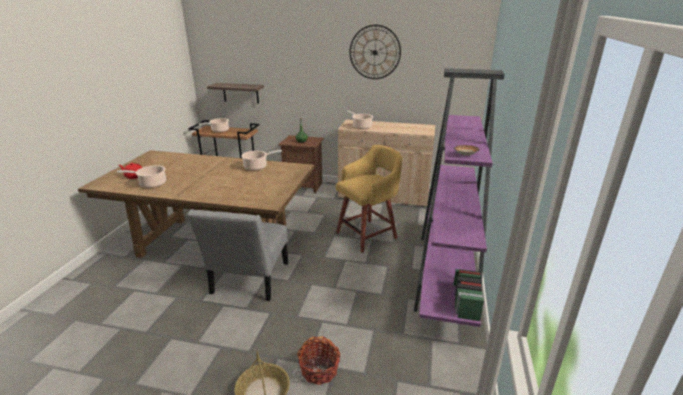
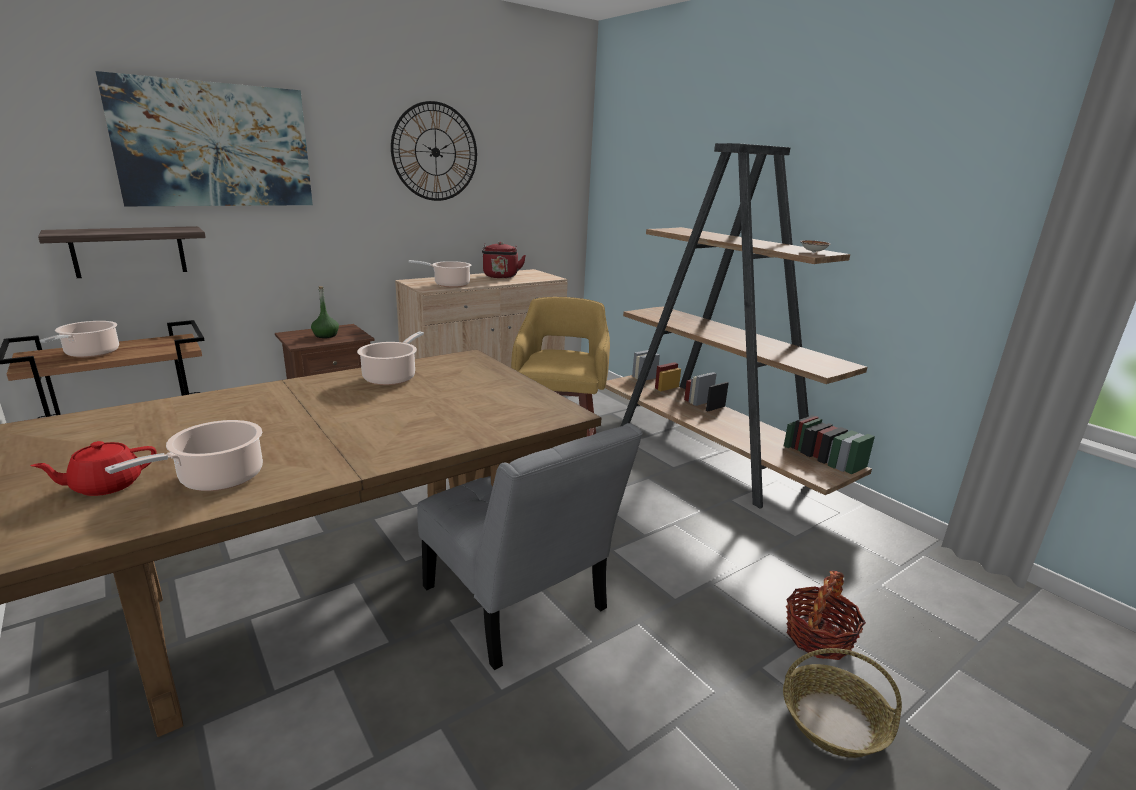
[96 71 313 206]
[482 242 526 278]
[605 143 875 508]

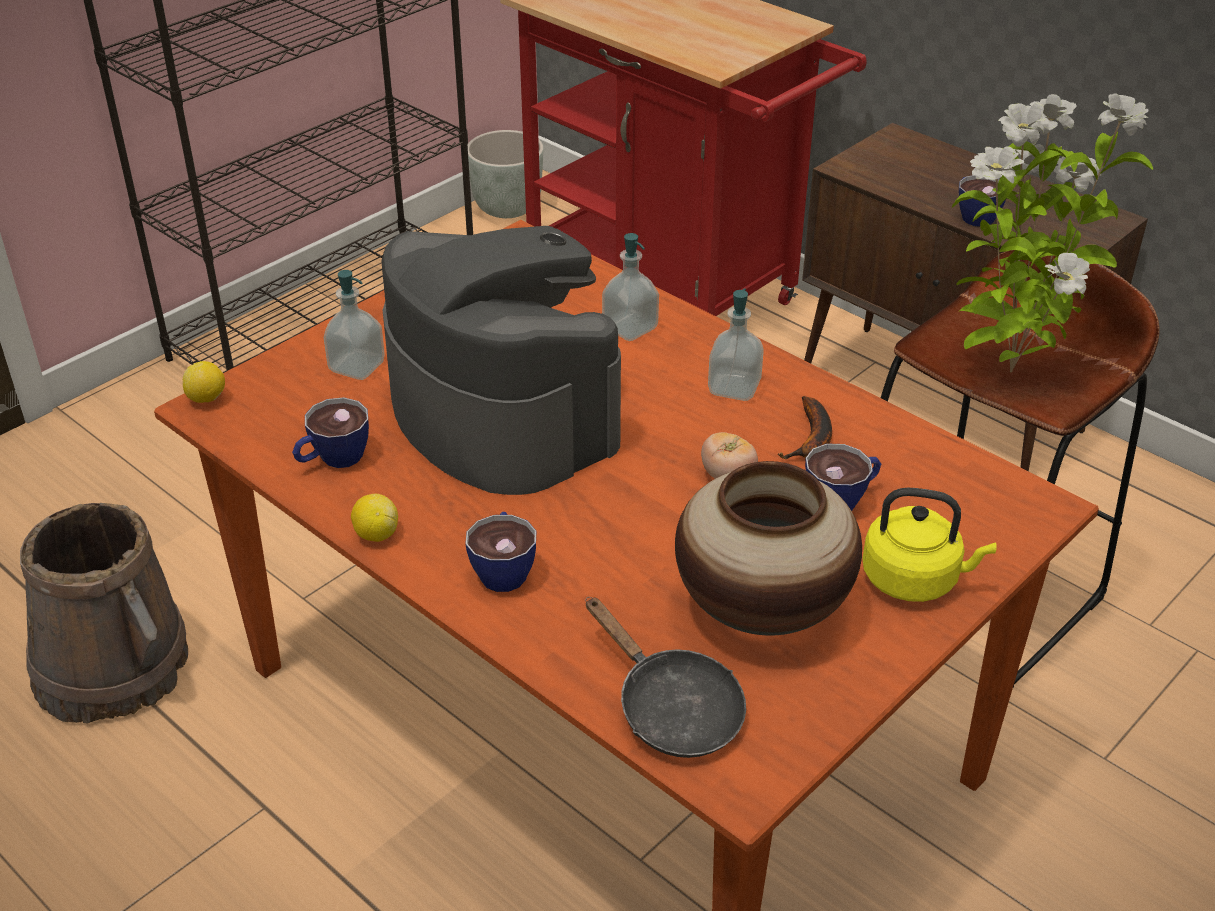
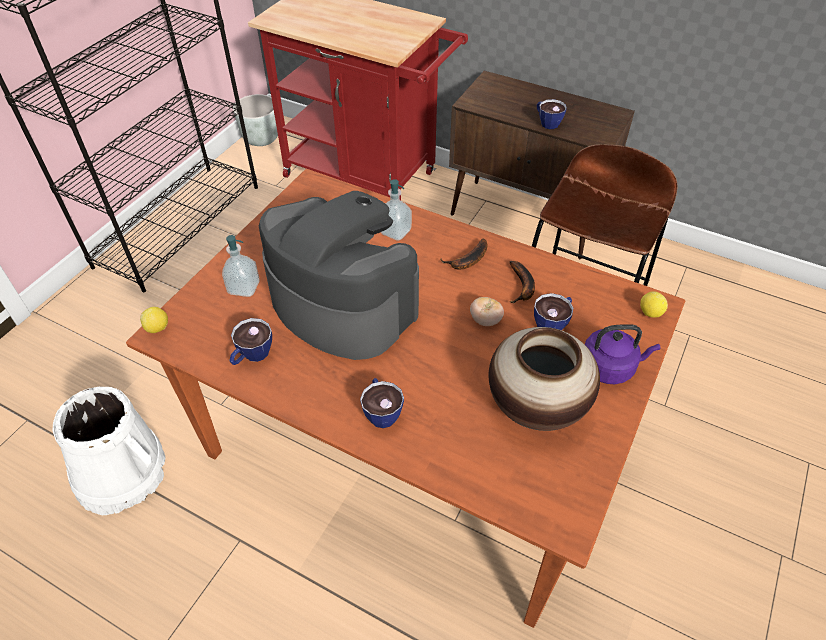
[586 597 746 758] (first image)
[952 93 1153 372] (first image)
[640 291 668 318]
[440 238 487 270]
[53 387 165 515]
[585 324 660 384]

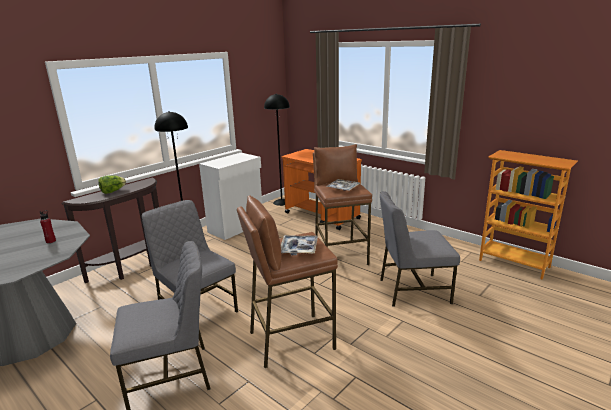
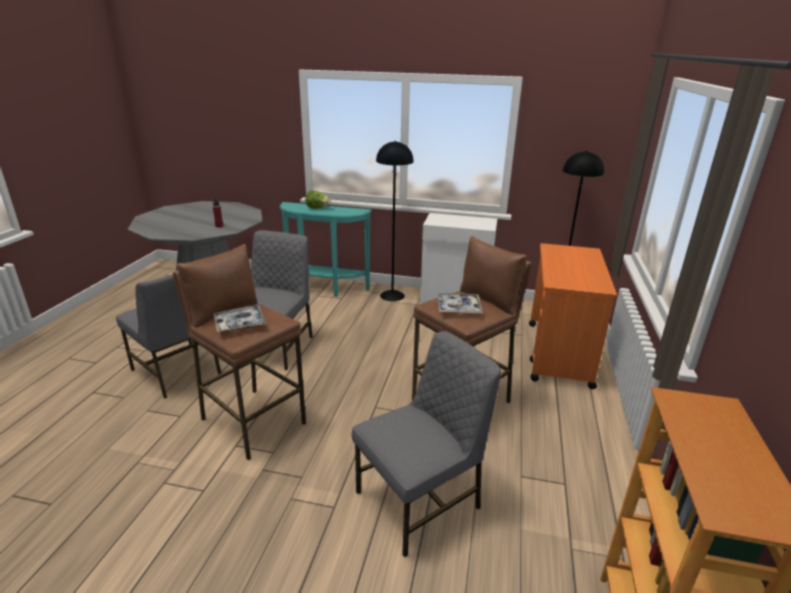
[280 202 372 297]
[351 331 501 558]

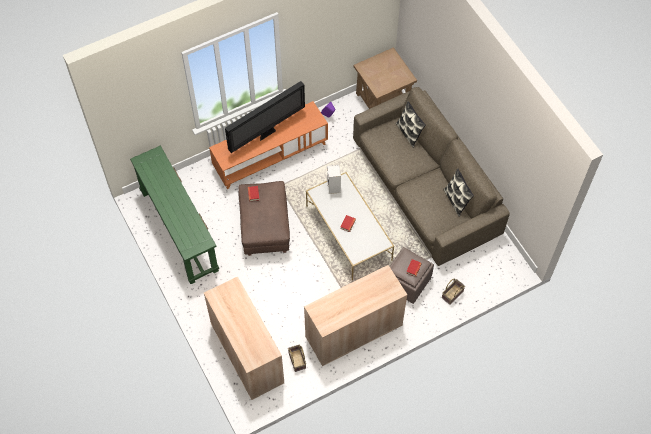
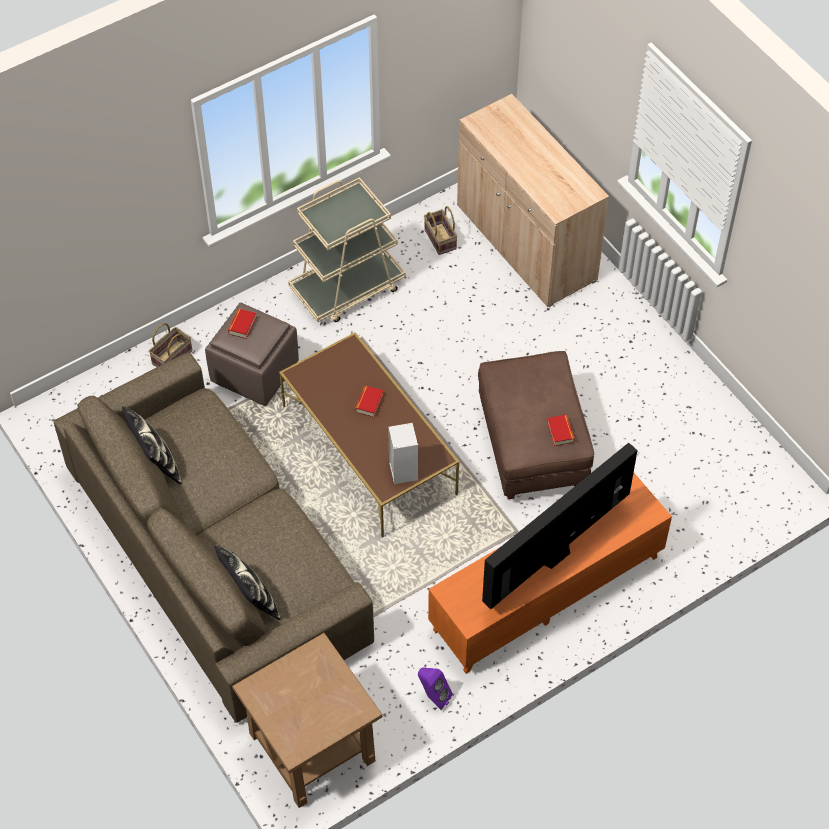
[130 146 219 284] (first image)
[288 177 406 322]
[279 332 459 538]

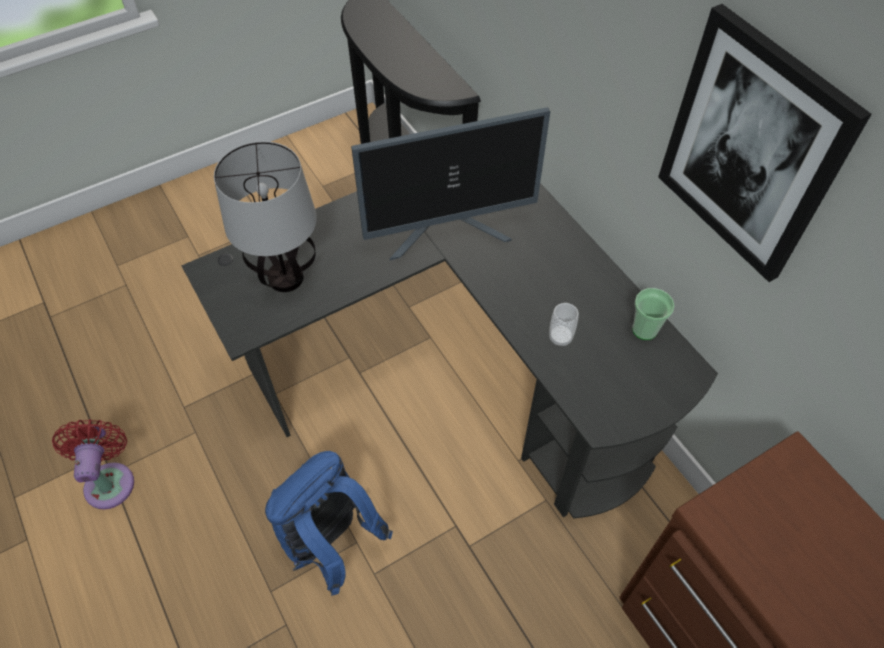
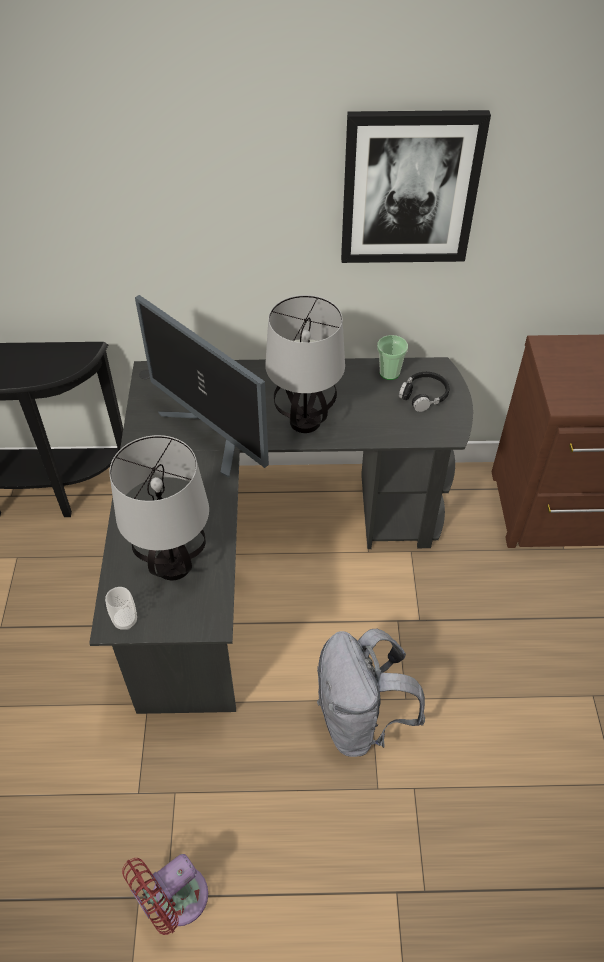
[265 295 345 433]
[399 372 449 412]
[105 587 137 630]
[317 629 425 757]
[122 854 208 935]
[135 295 269 478]

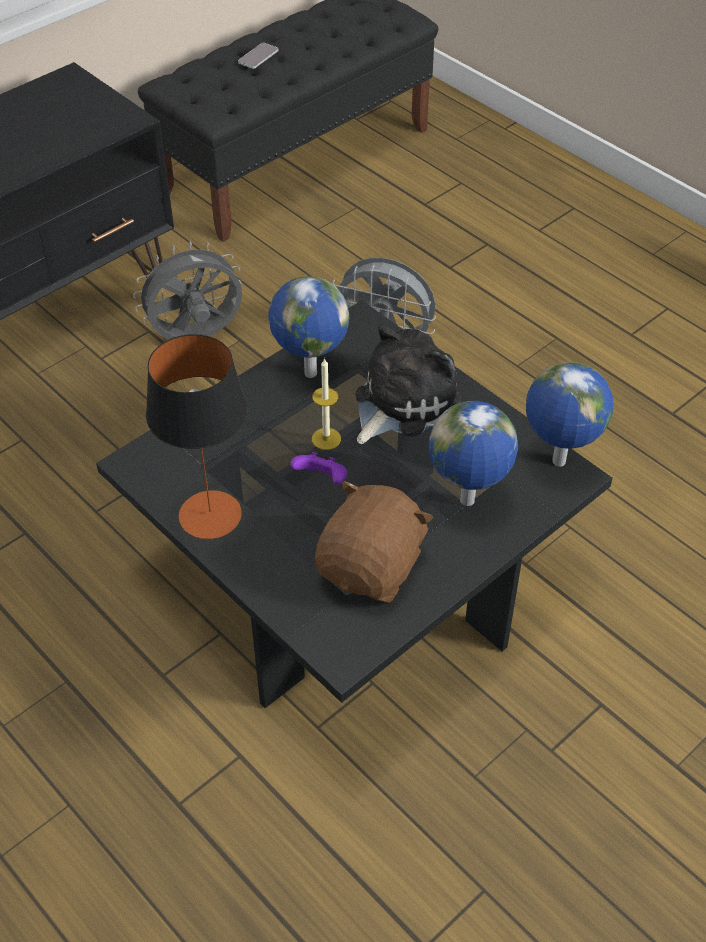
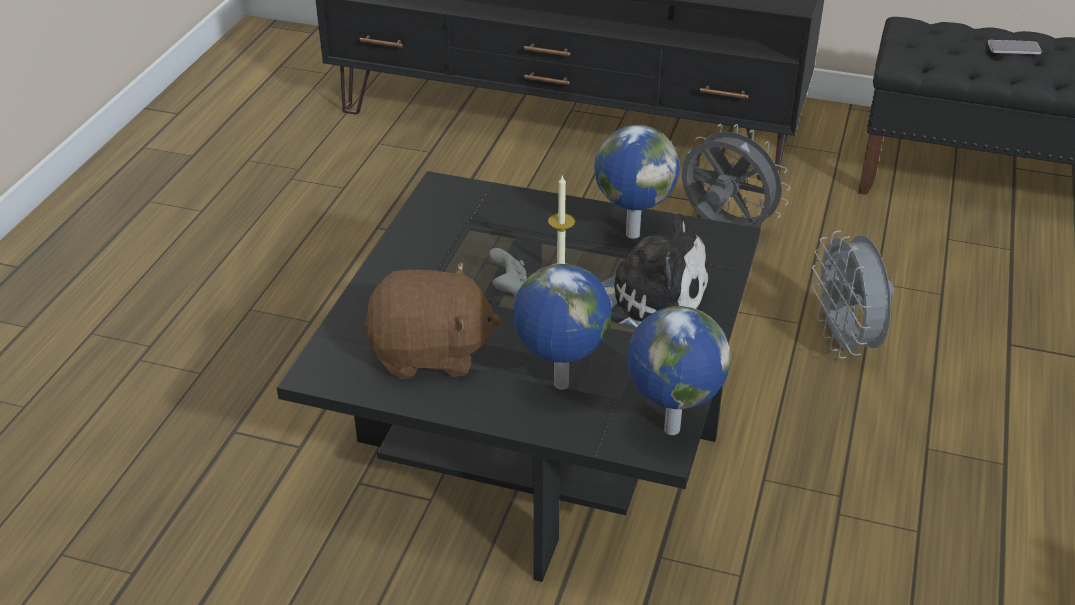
[146 334 247 539] (first image)
[489 248 527 297]

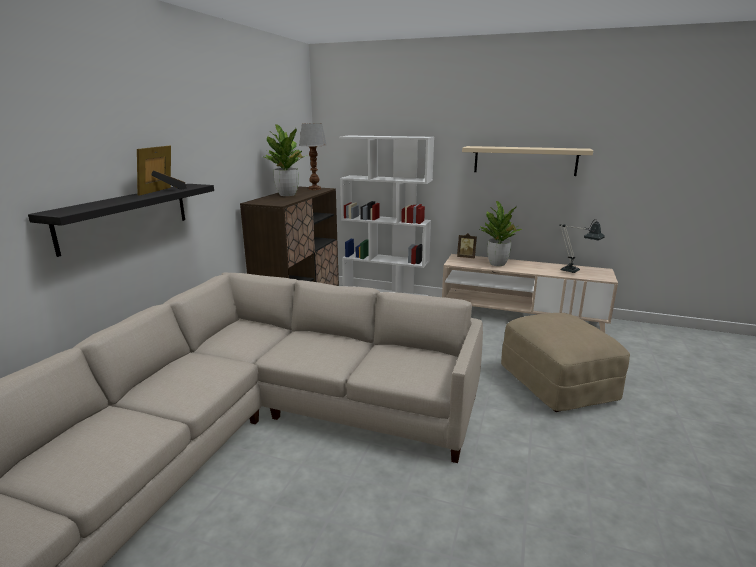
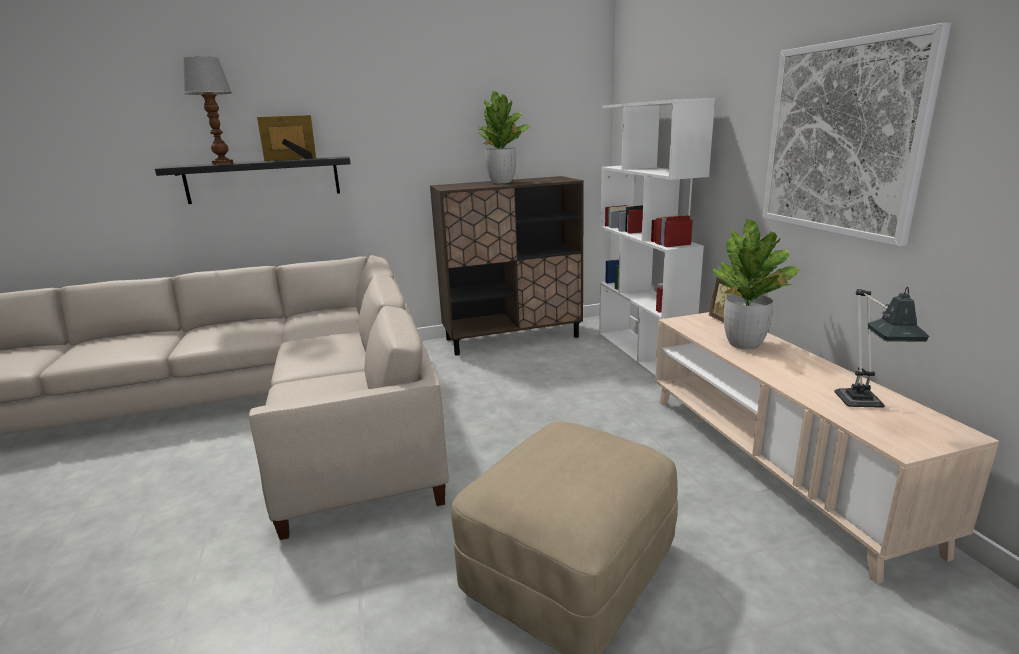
[183 56 234 165]
[762 23 951 246]

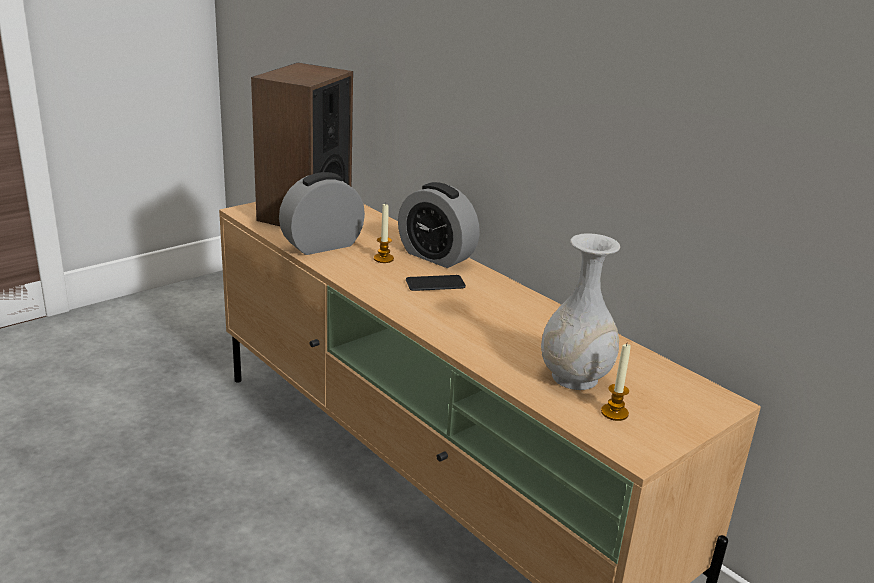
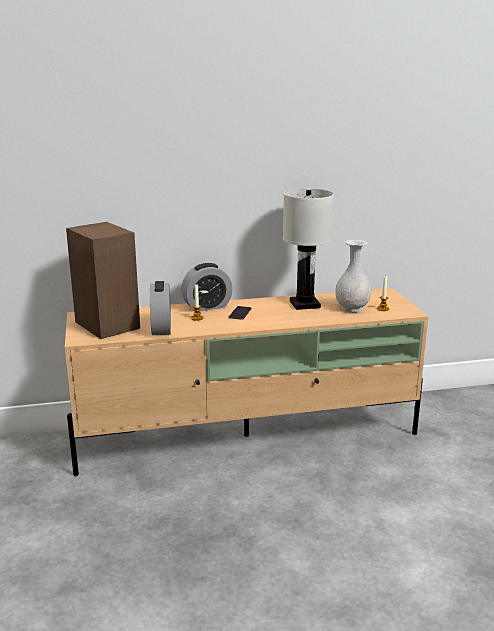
[283 189 334 310]

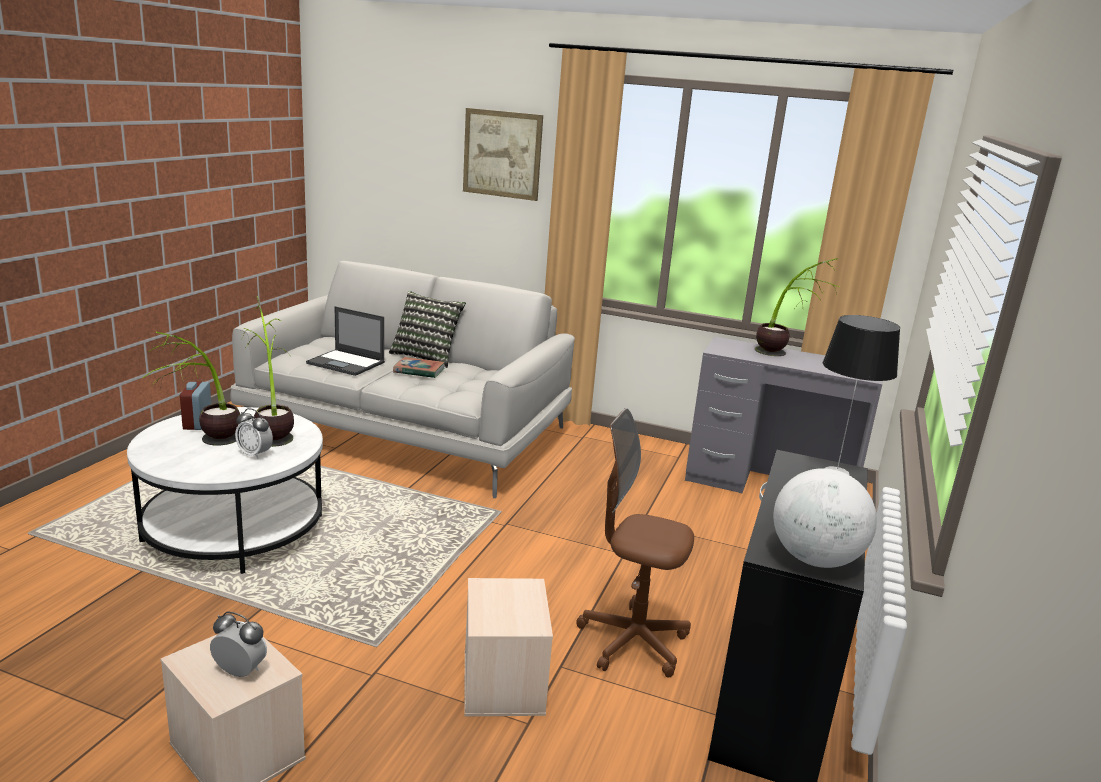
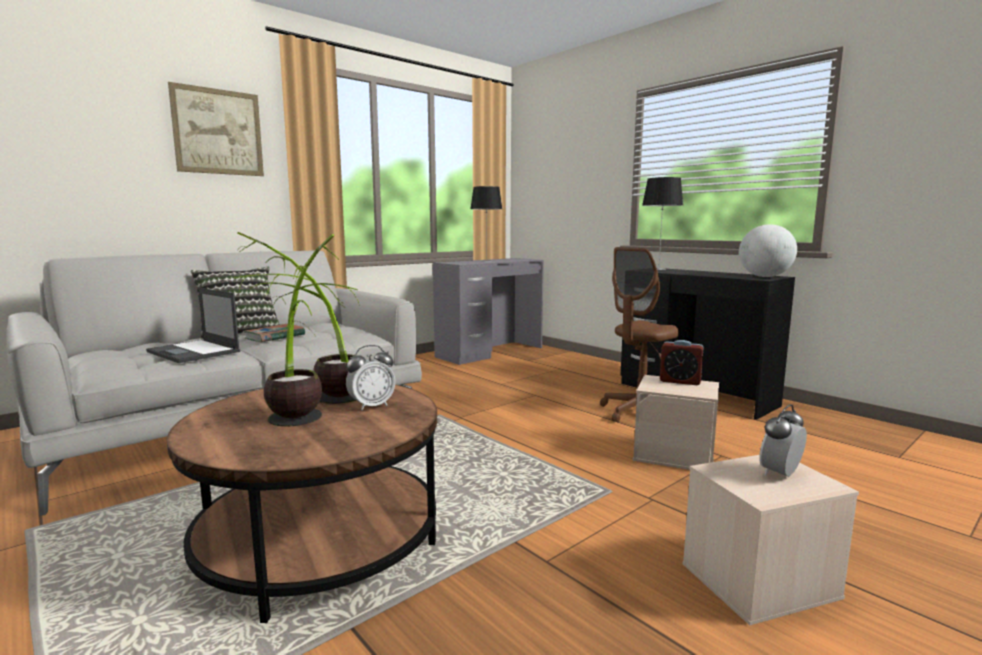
[660 340 704 385]
[471 186 502 262]
[167 385 437 623]
[146 288 240 363]

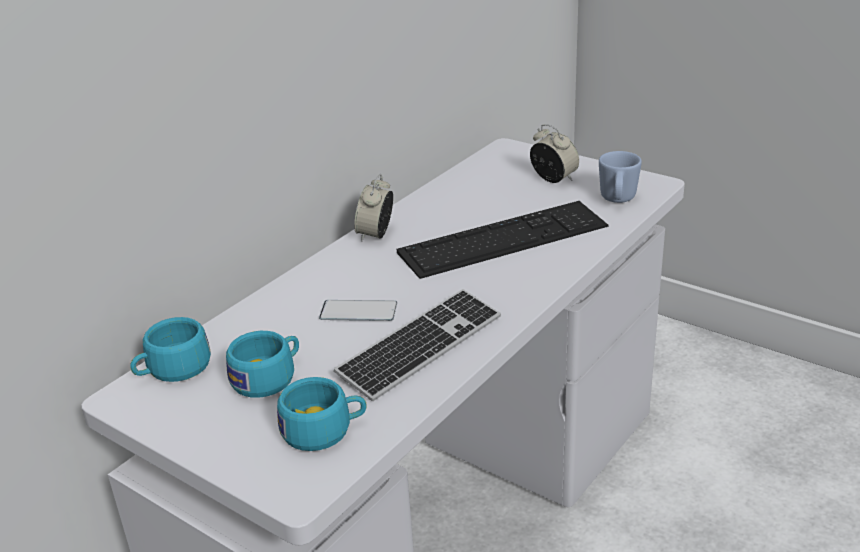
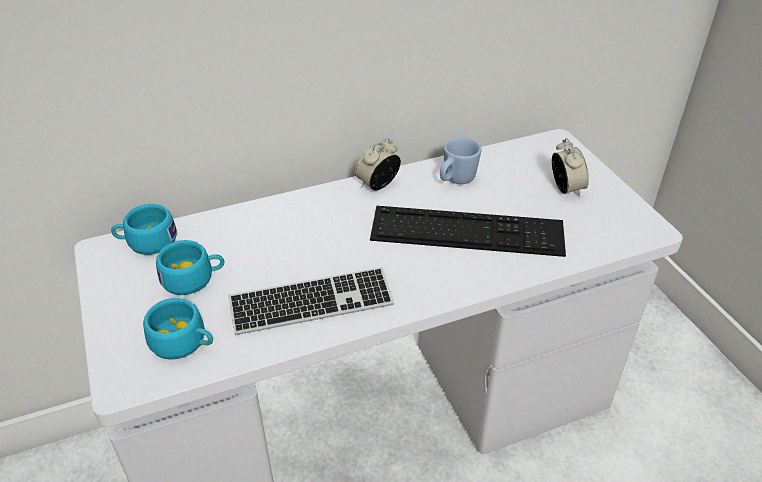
[319 300 397 321] (first image)
[440 137 482 184]

